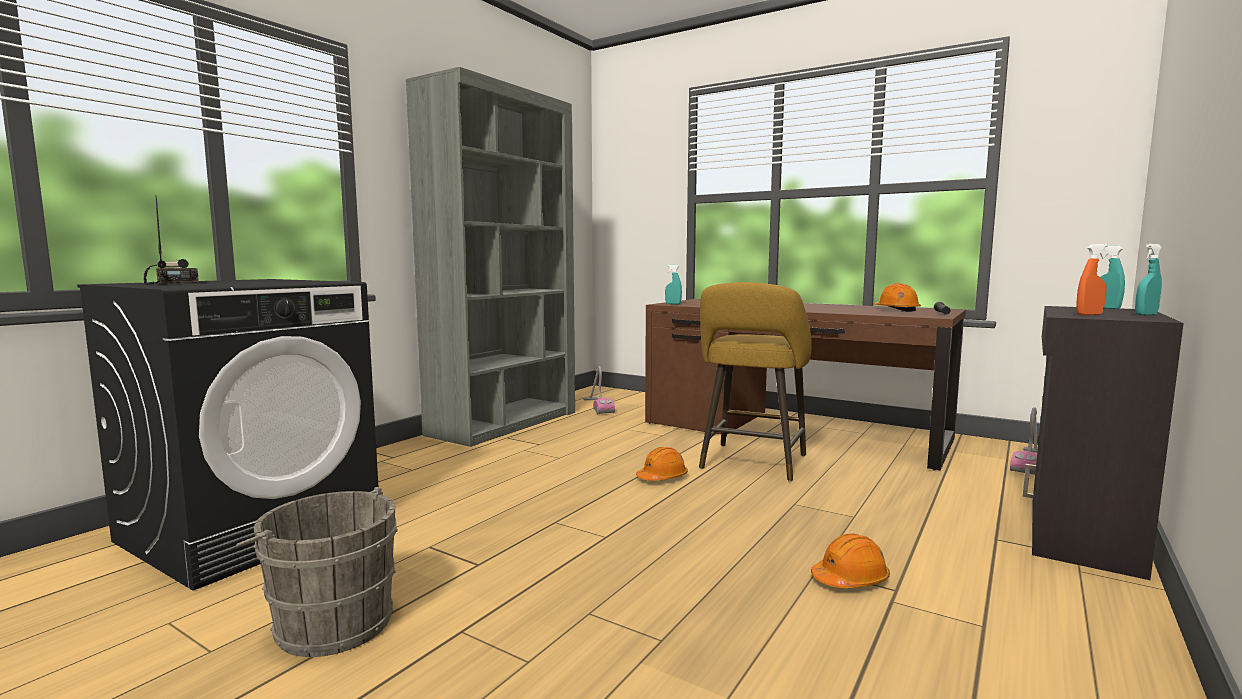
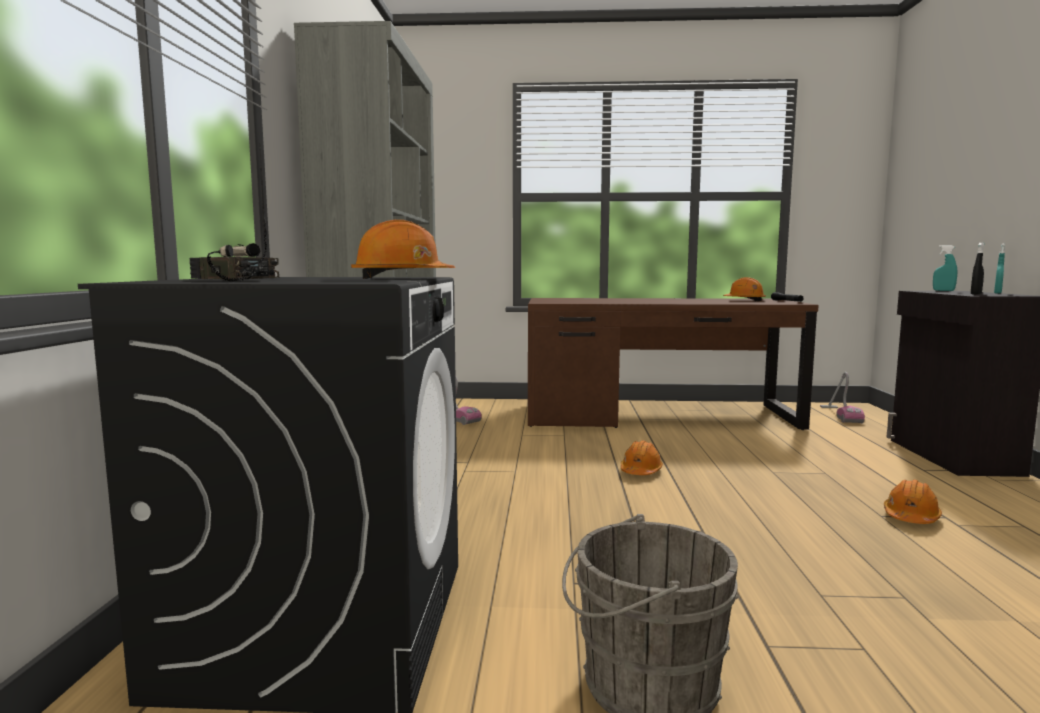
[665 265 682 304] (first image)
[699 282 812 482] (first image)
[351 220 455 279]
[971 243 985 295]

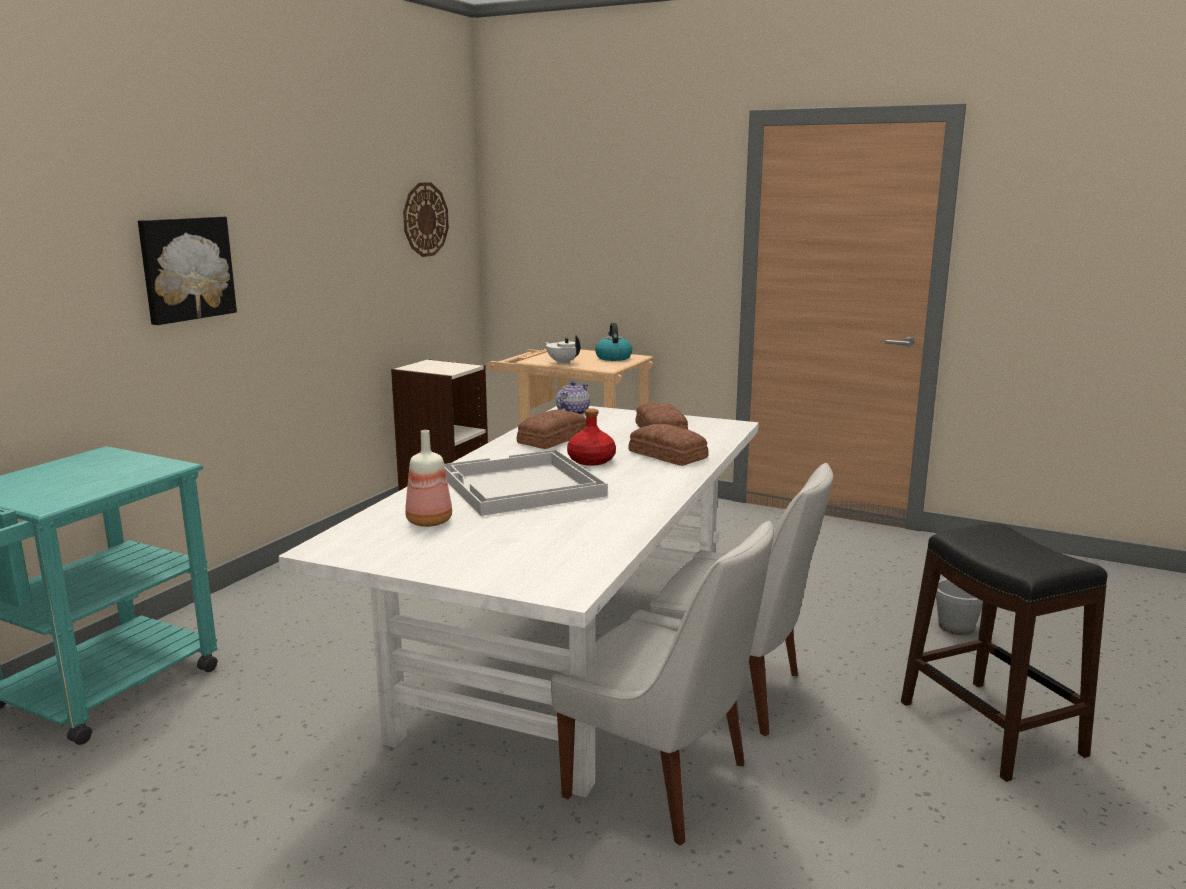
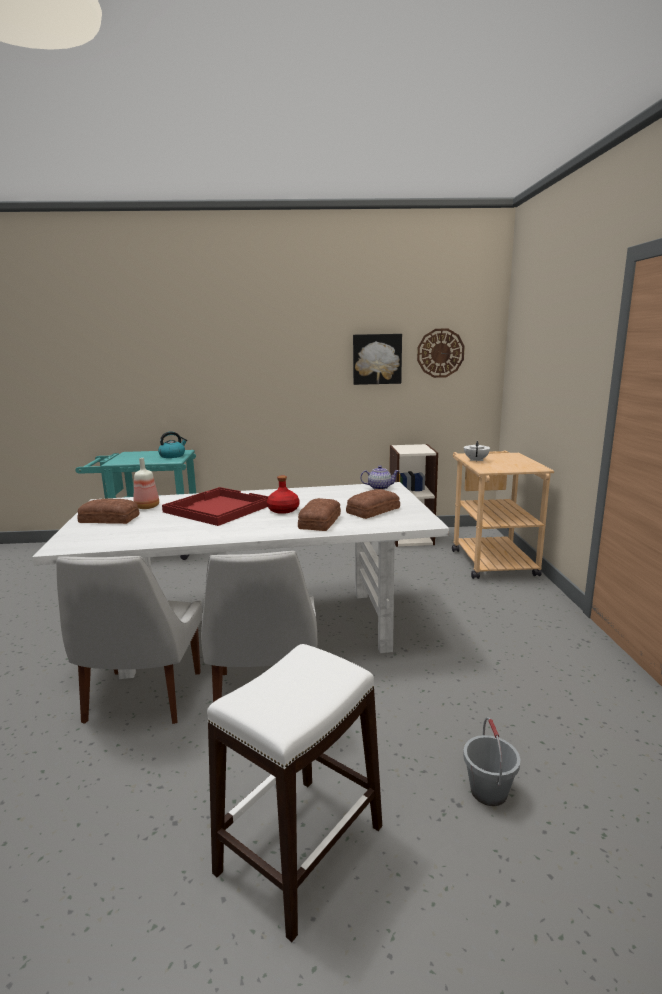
[353 334 402 385]
[77 499 139 524]
[158 431 187 458]
[162 487 269 526]
[207 644 382 942]

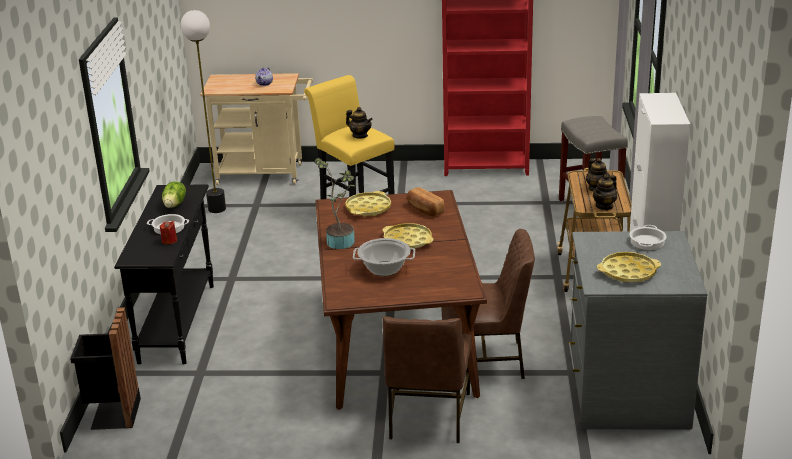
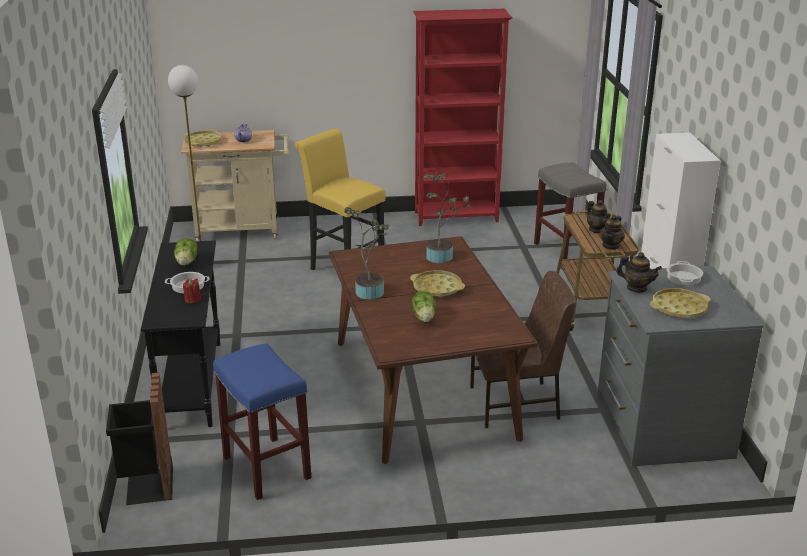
[382 316 472 443] (first image)
[213 343 311 500]
[184 130 222 147]
[616 252 662 293]
[412 291 436 322]
[423 173 471 263]

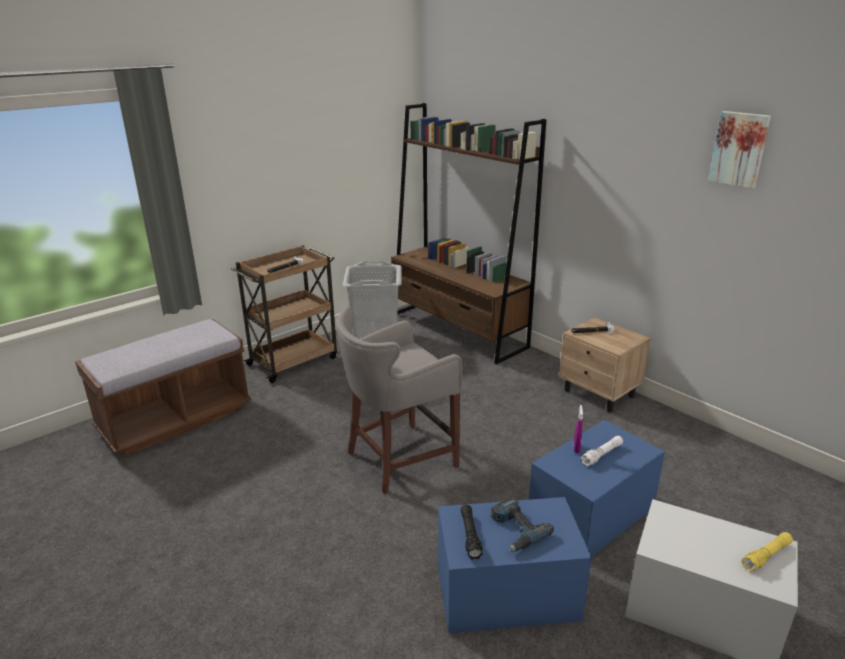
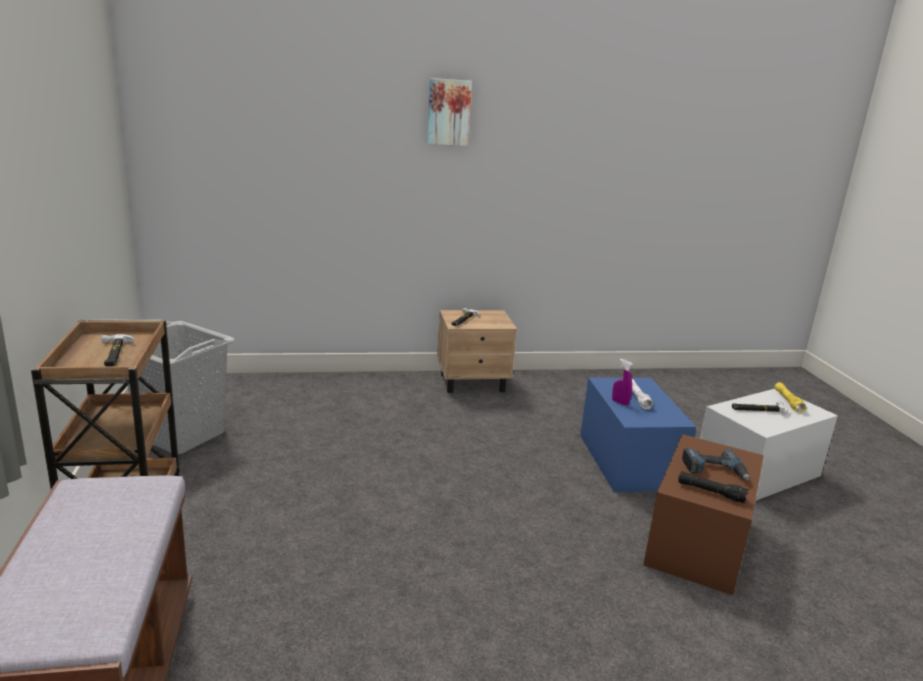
[336 307 462 494] (first image)
[391 103 547 364] (first image)
[732 401 789 416]
[427 78 472 146]
[643 434 764 595]

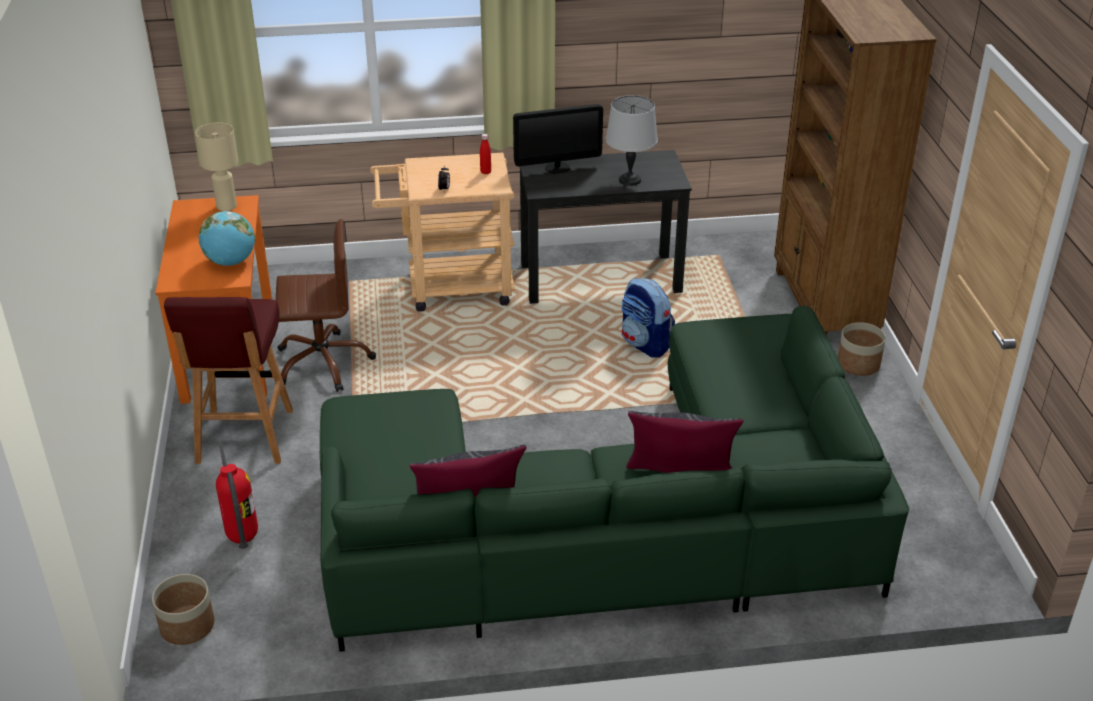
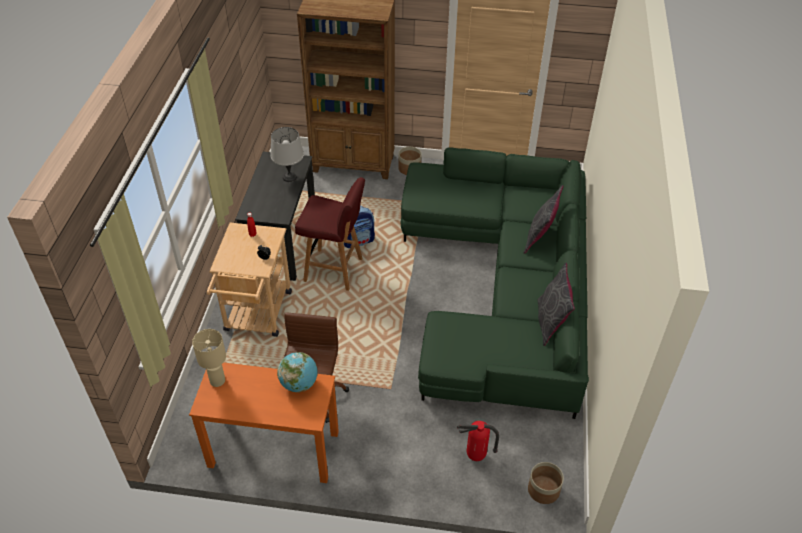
[513 104 603 174] (first image)
[295 177 365 291]

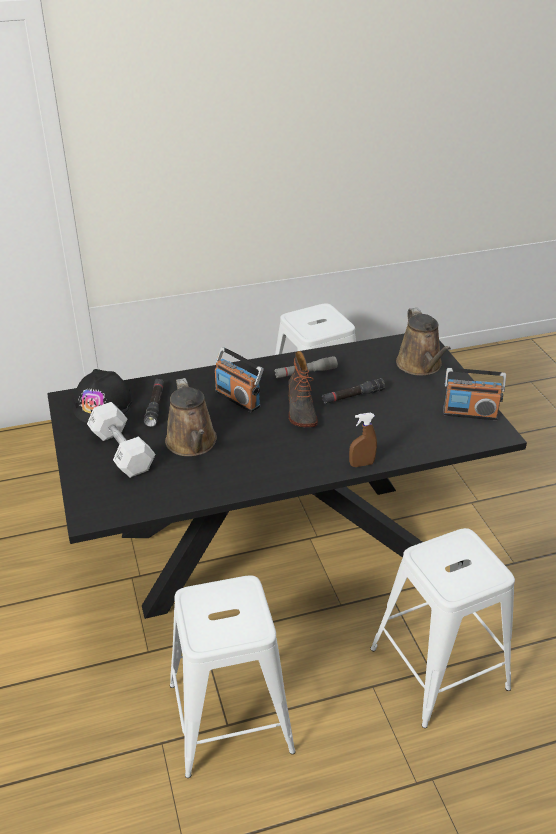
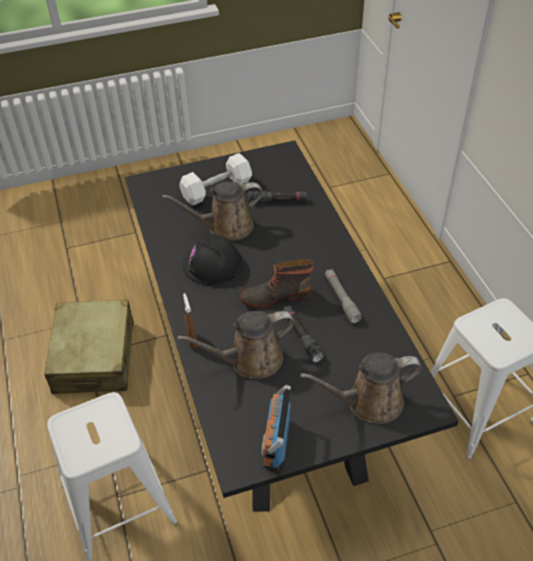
[215 347 264 412] (first image)
[177 311 294 378]
[182 235 243 285]
[44 300 133 394]

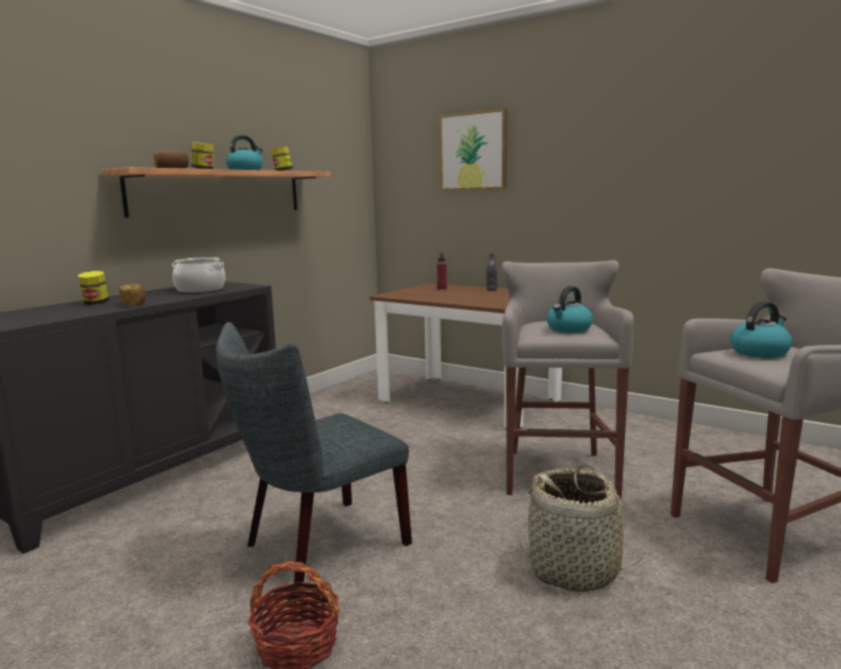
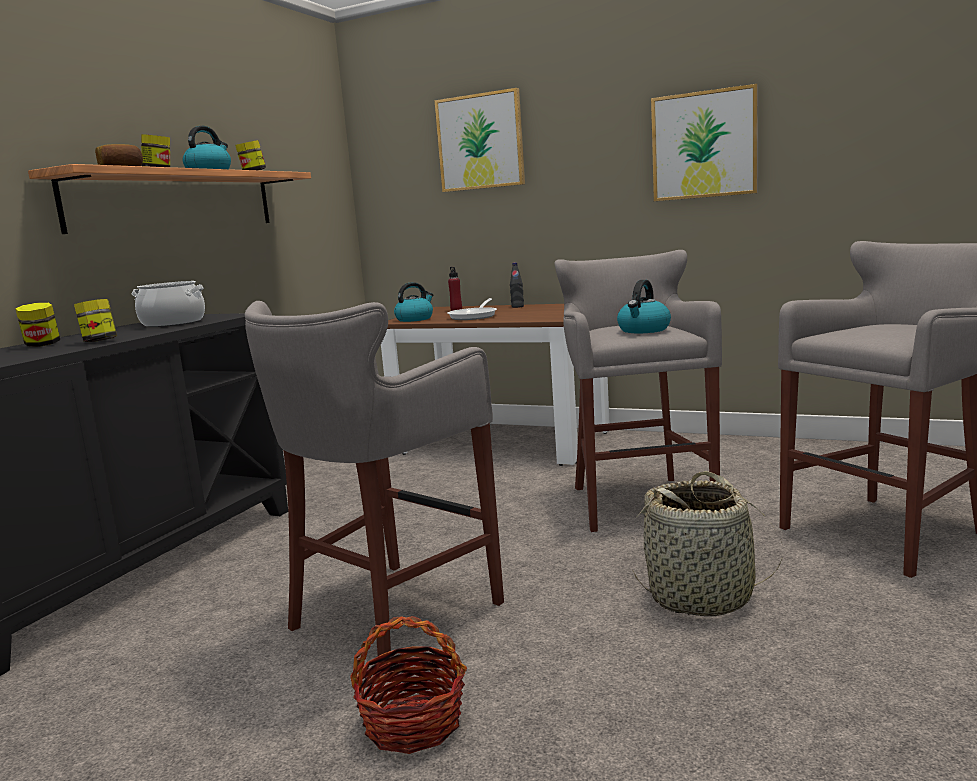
[448 298 497 320]
[651 84 758 201]
[394 282 433 322]
[74 299 117 342]
[245 301 504 674]

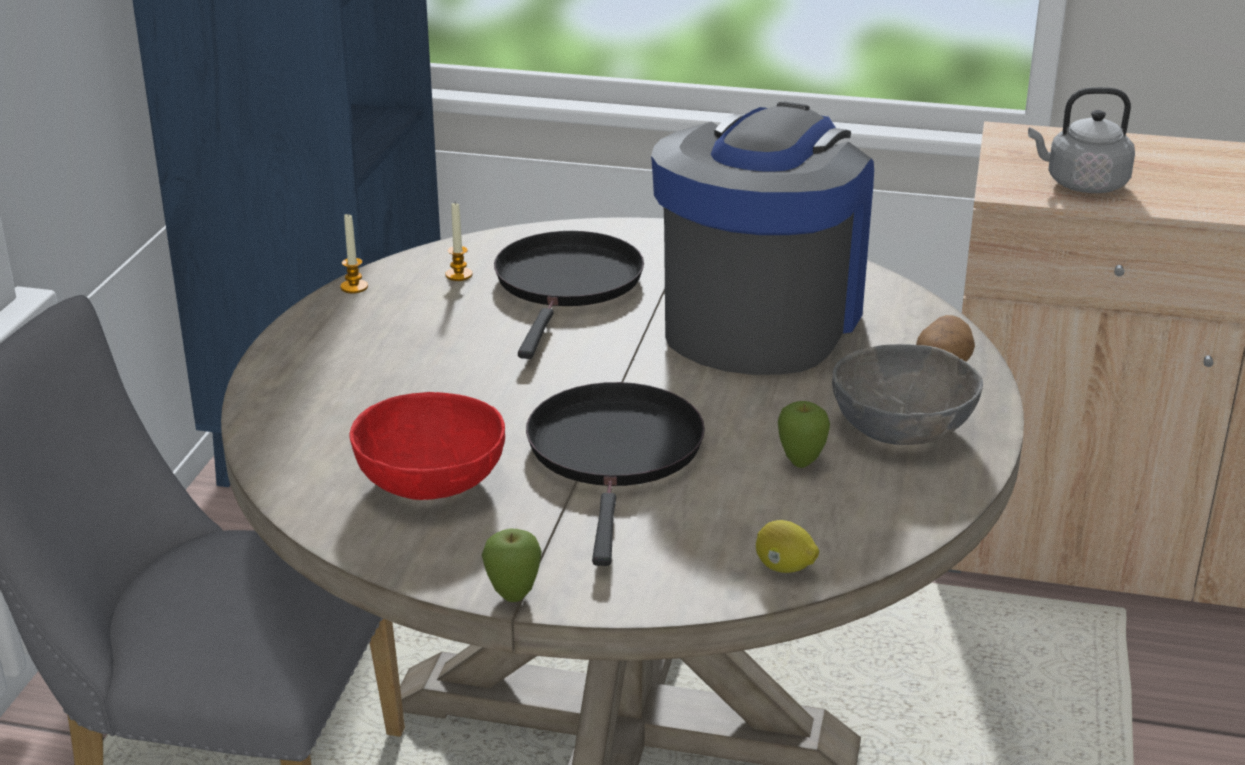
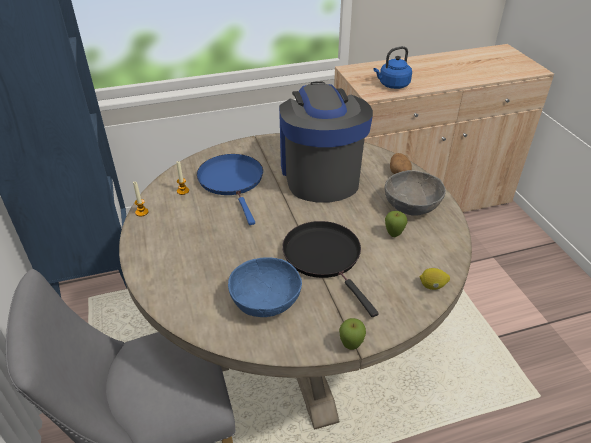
[228 257 302 317]
[197 154 263 225]
[373 46 412 89]

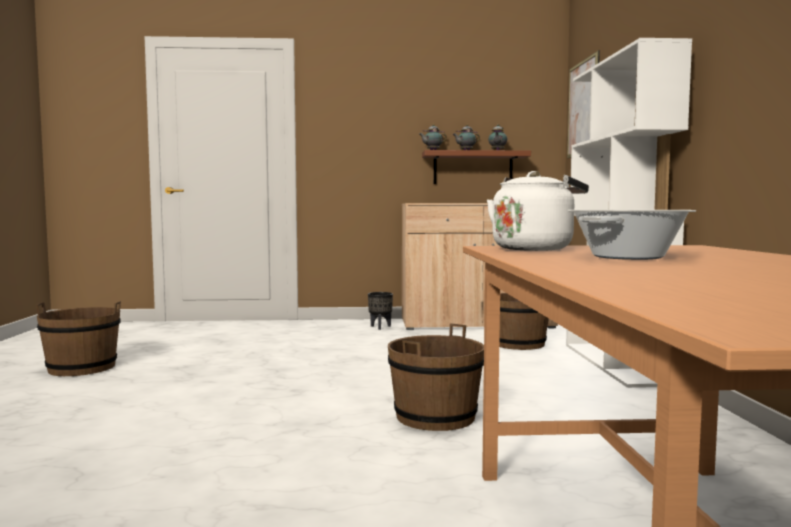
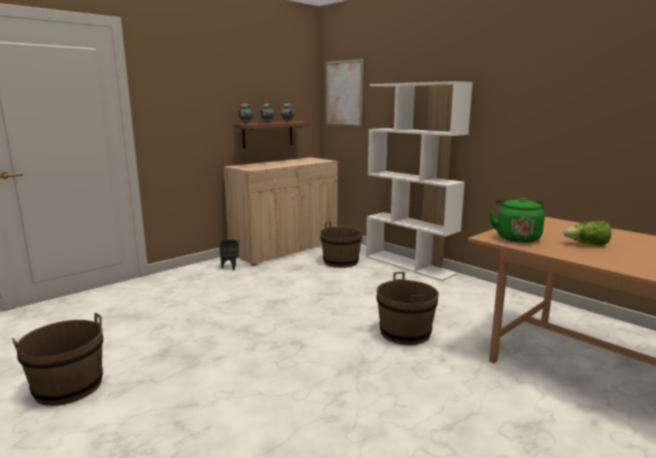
[563 221 611 245]
[489 197 545 243]

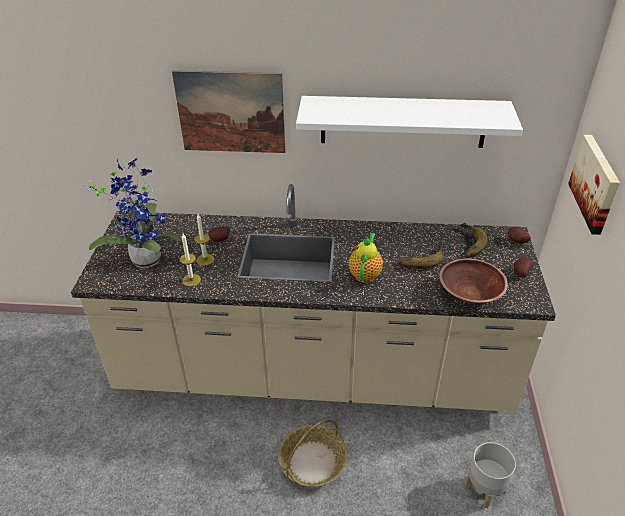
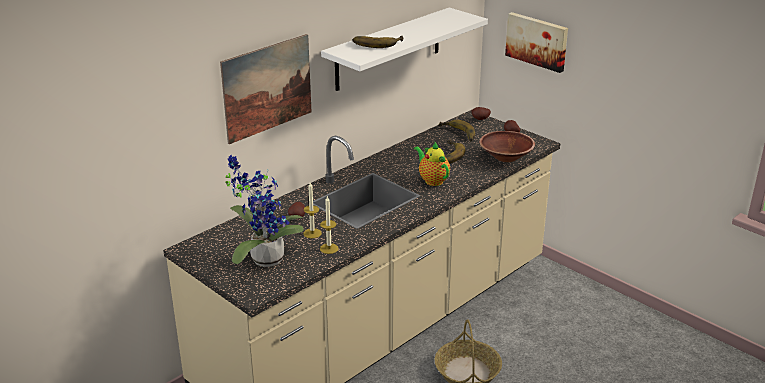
[465 442 516 508] (first image)
[353 36 403 48]

